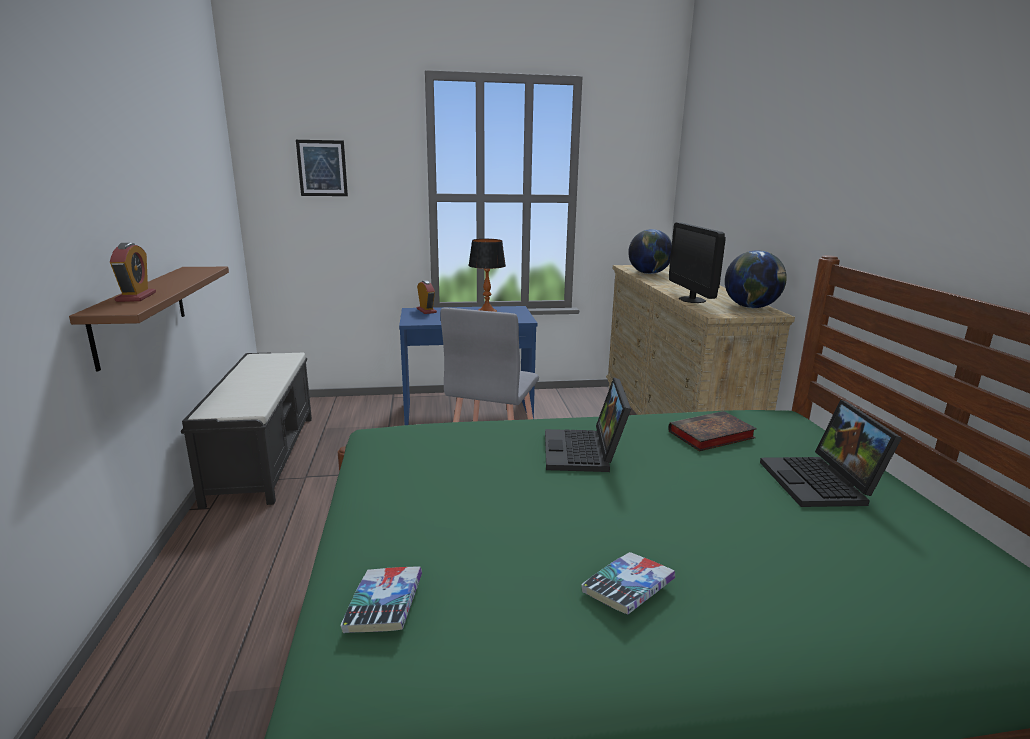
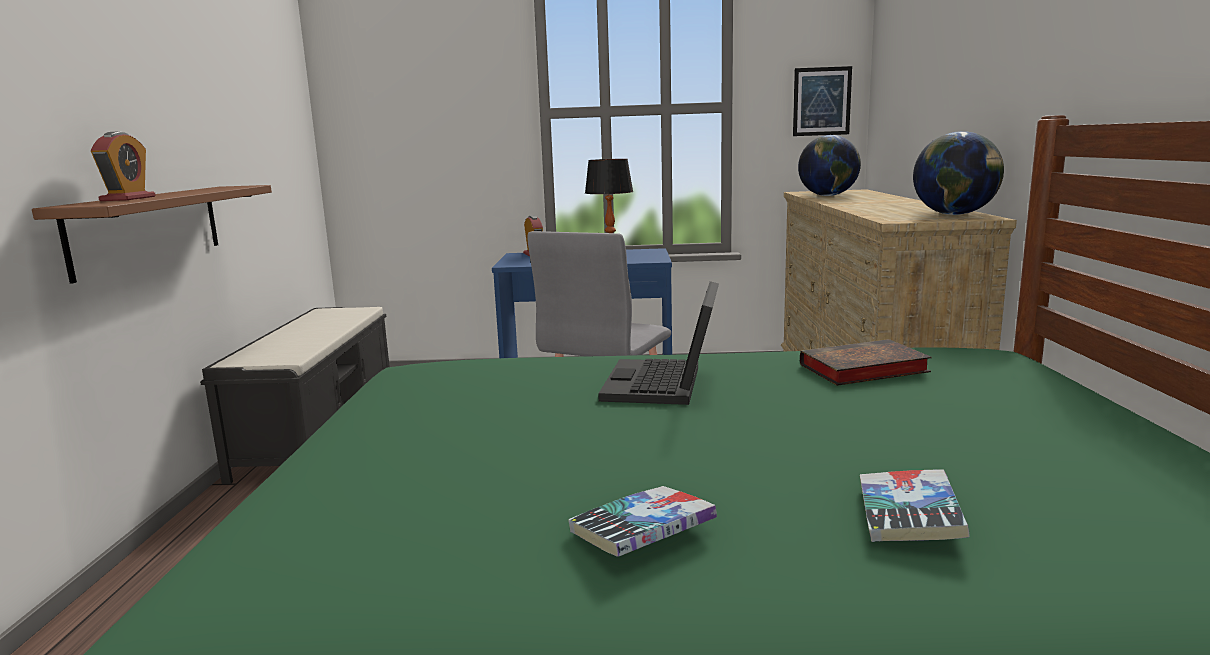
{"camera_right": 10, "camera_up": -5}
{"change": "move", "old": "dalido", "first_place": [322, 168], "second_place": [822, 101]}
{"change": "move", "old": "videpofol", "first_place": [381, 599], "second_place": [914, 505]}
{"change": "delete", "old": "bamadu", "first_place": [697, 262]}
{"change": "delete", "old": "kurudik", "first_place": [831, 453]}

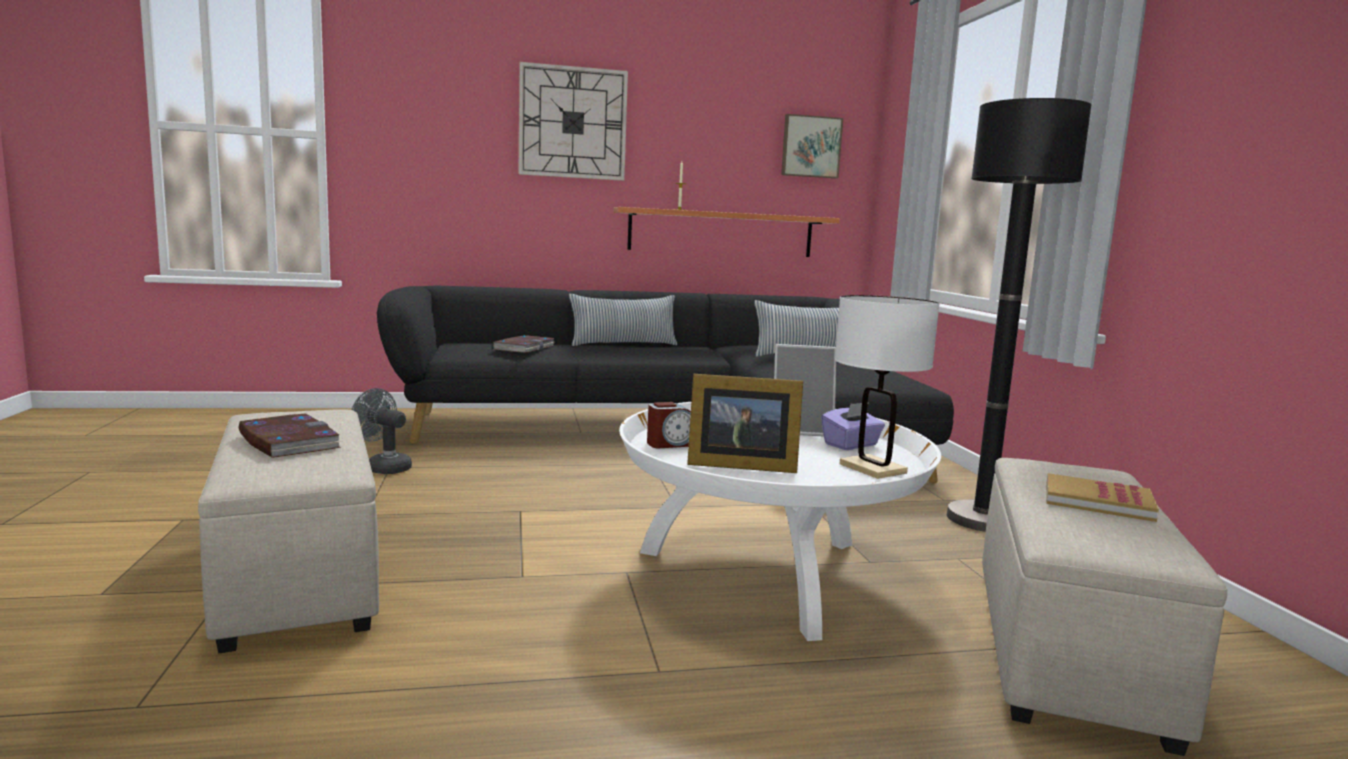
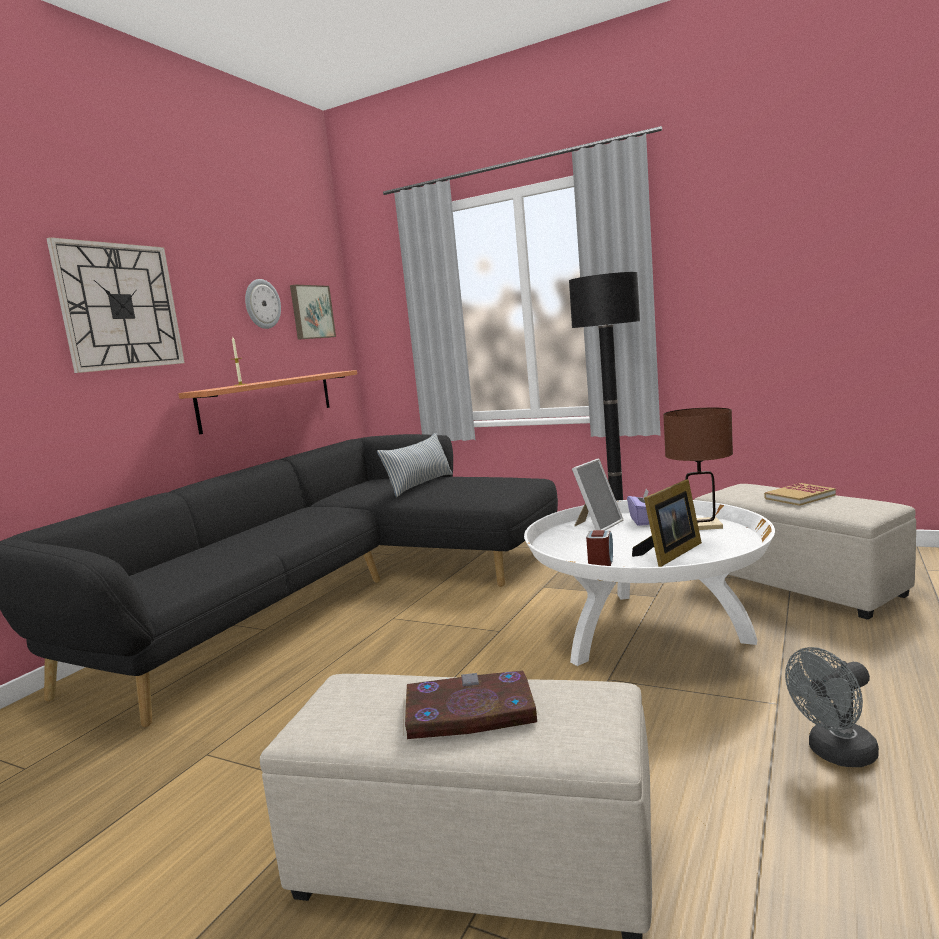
{"camera_right": -50, "camera_up": 0}
{"change": "insert", "new": "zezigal", "second_place": [263, 304]}
{"change": "recolor", "old": "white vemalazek", "new": "brown vemalazek", "first_place": [887, 387], "second_place": [698, 469]}
{"change": "move", "old": "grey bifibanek", "first_place": [382, 431], "second_place": [832, 707]}
{"change": "delete", "old": "videpofol", "first_place": [523, 344]}
{"change": "delete", "old": "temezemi", "first_place": [623, 320]}

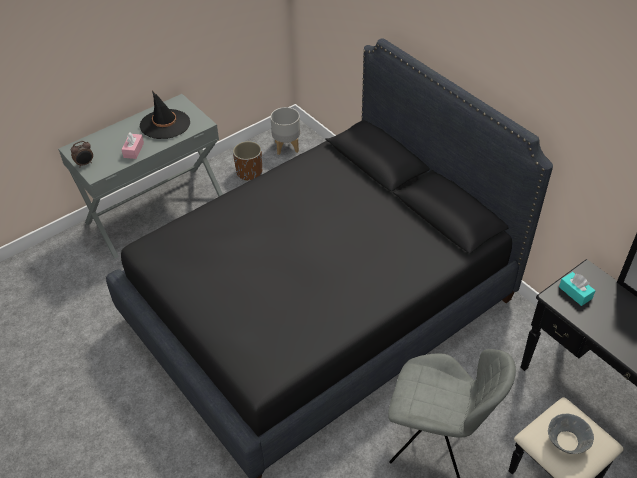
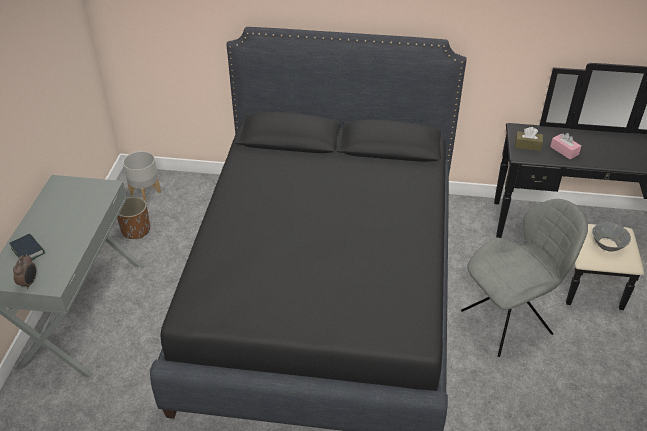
{"camera_right": -45, "camera_up": -5}
{"change": "insert", "new": "videpofol", "second_place": [27, 247]}
{"change": "recolor", "old": "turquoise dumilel", "new": "brown dumilel", "first_place": [577, 289], "second_place": [529, 139]}
{"change": "move", "old": "pink dumilel", "first_place": [132, 145], "second_place": [565, 146]}
{"change": "delete", "old": "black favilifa", "first_place": [165, 115]}

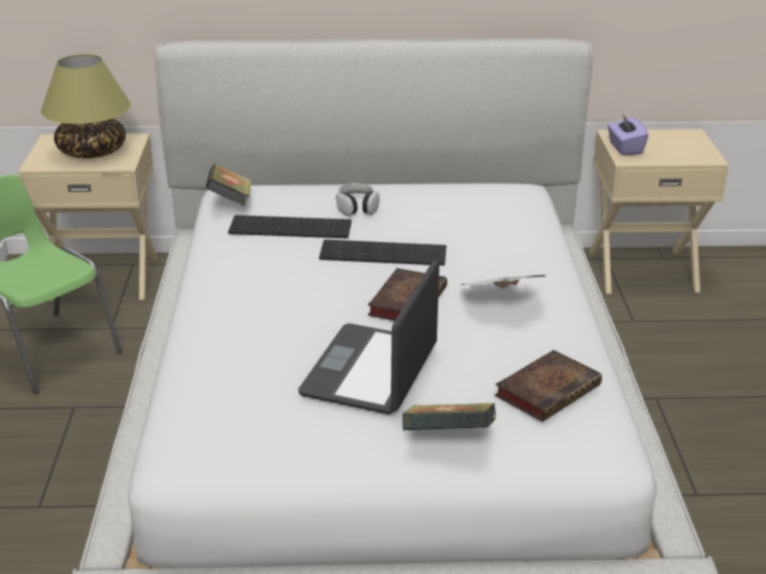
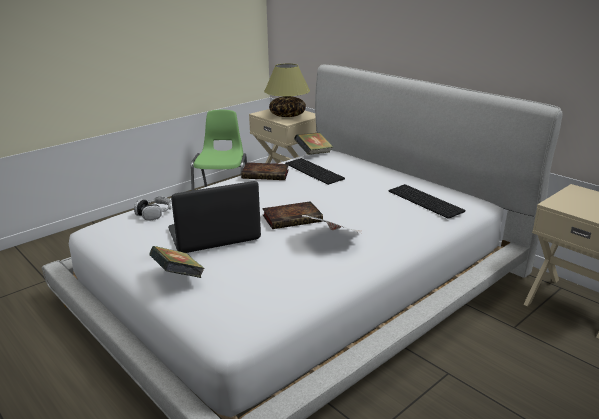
{"camera_right": 50, "camera_up": -5}
{"change": "move", "old": "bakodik", "first_place": [357, 199], "second_place": [153, 209]}
{"change": "move", "old": "videpofol", "first_place": [548, 386], "second_place": [265, 171]}
{"change": "move", "old": "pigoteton", "first_place": [382, 252], "second_place": [427, 201]}
{"change": "delete", "old": "purple dumilel", "first_place": [628, 134]}

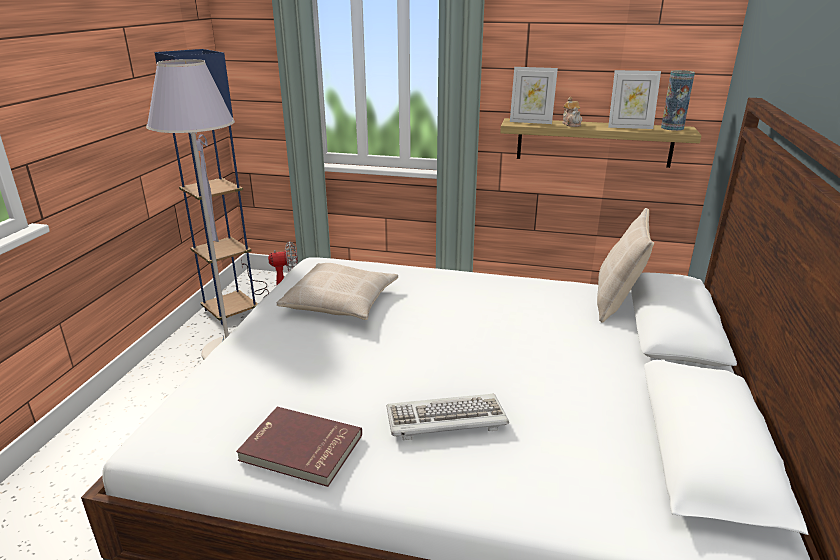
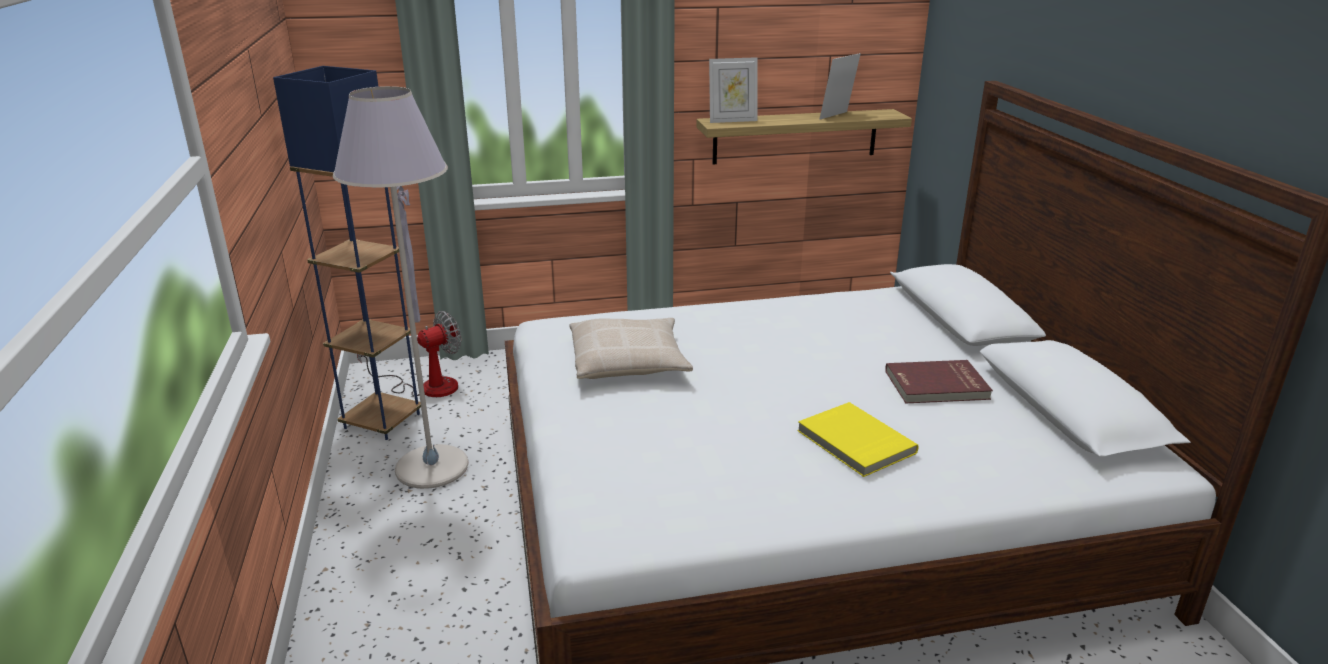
{"camera_right": -25, "camera_up": 0}
{"change": "replace", "old": "pigoteton", "new": "yellow videpofol", "first_place": [447, 417], "second_place": [858, 439]}
{"change": "rotate", "old": "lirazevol", "first_place": [634, 99], "second_place": [840, 86], "degrees": 150}
{"change": "move", "old": "red videpofol", "first_place": [299, 447], "second_place": [939, 381]}
{"change": "delete", "old": "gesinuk", "first_place": [572, 112]}
{"change": "delete", "old": "beige temezemi", "first_place": [625, 265]}
{"change": "delete", "old": "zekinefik", "first_place": [678, 100]}

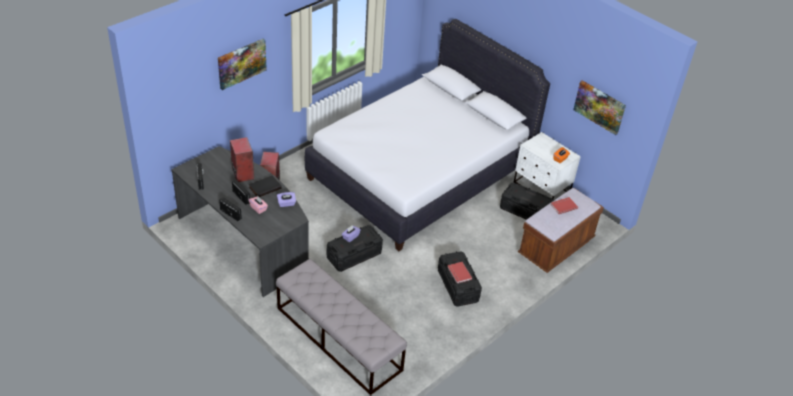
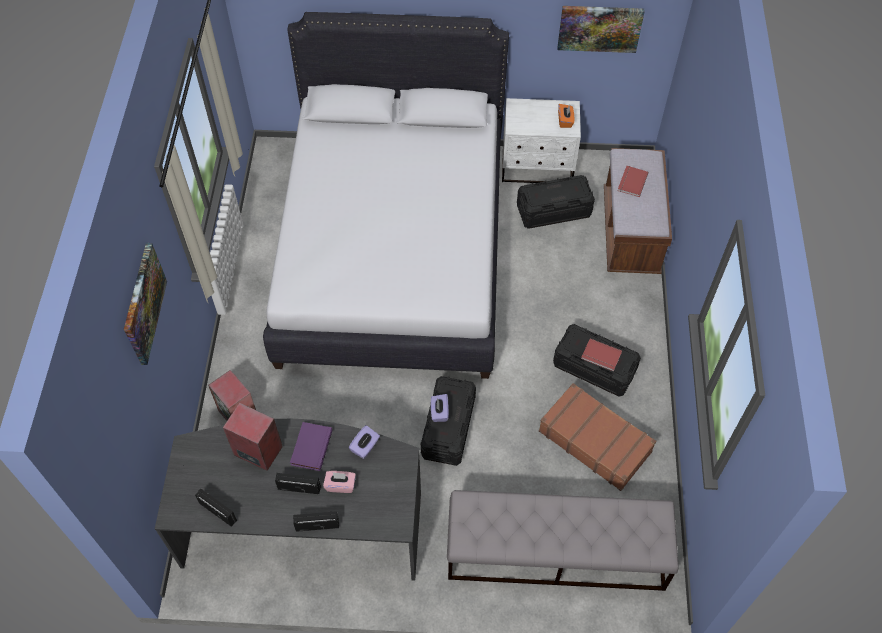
{"camera_right": -40, "camera_up": 15}
{"change": "recolor", "old": "black videpofol", "new": "purple videpofol", "first_place": [265, 186], "second_place": [311, 446]}
{"change": "insert", "new": "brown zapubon", "second_place": [597, 437]}

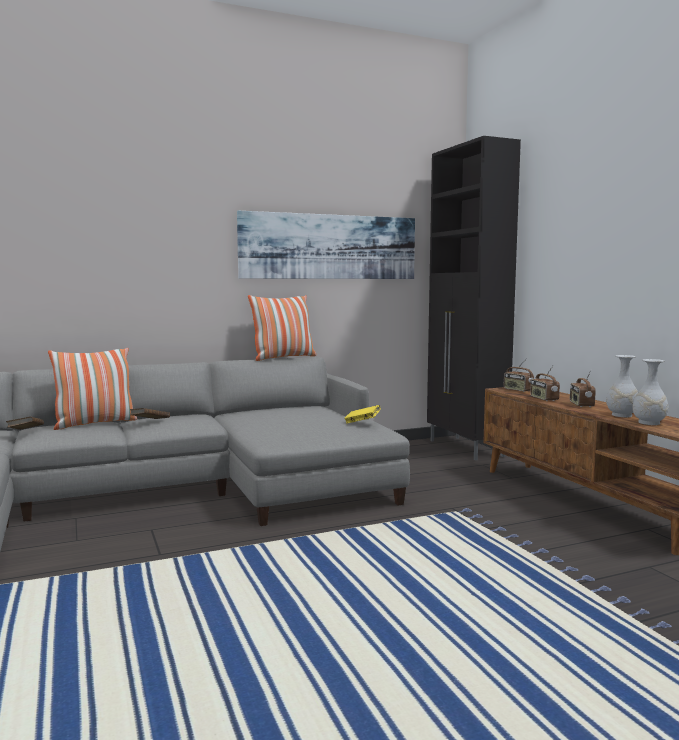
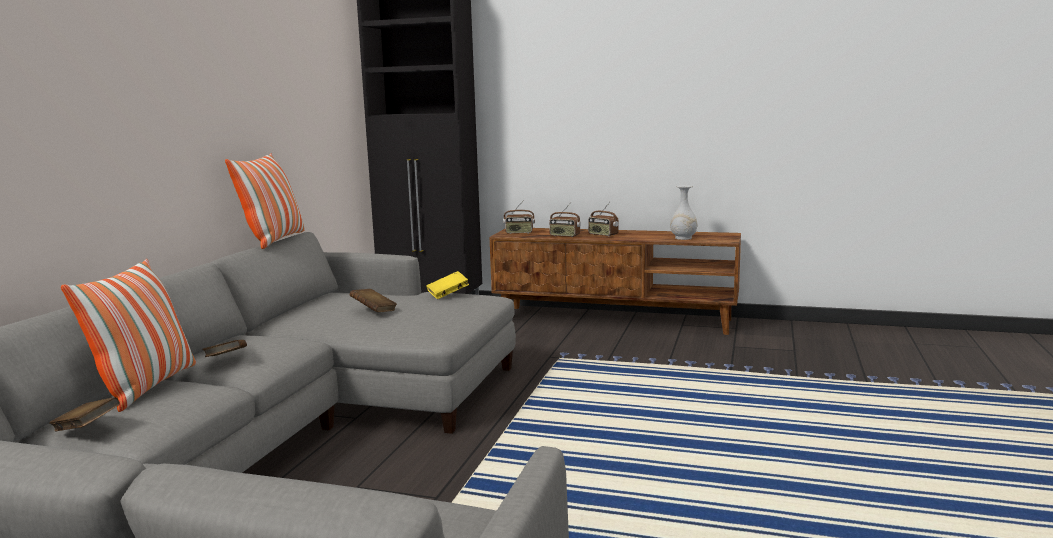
{"camera_right": -50, "camera_up": 5}
{"change": "insert", "new": "brown videpofol", "second_place": [373, 300]}
{"change": "delete", "old": "dalido", "first_place": [326, 245]}
{"change": "delete", "old": "white zekinefik", "first_place": [622, 386]}

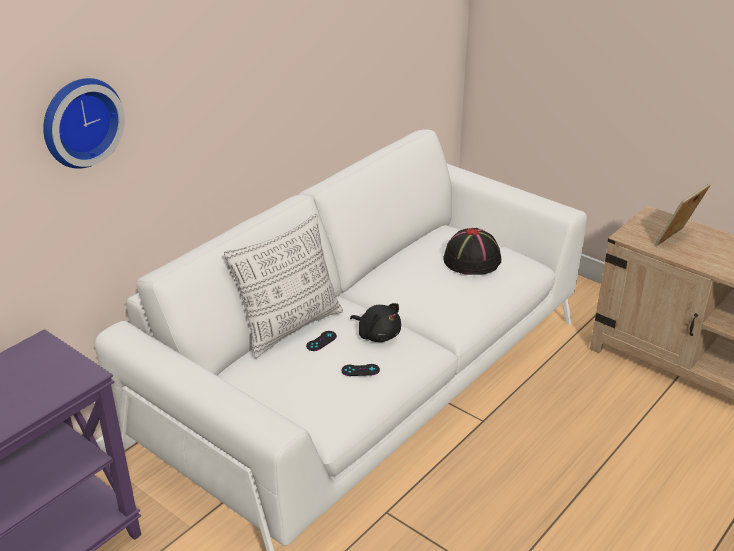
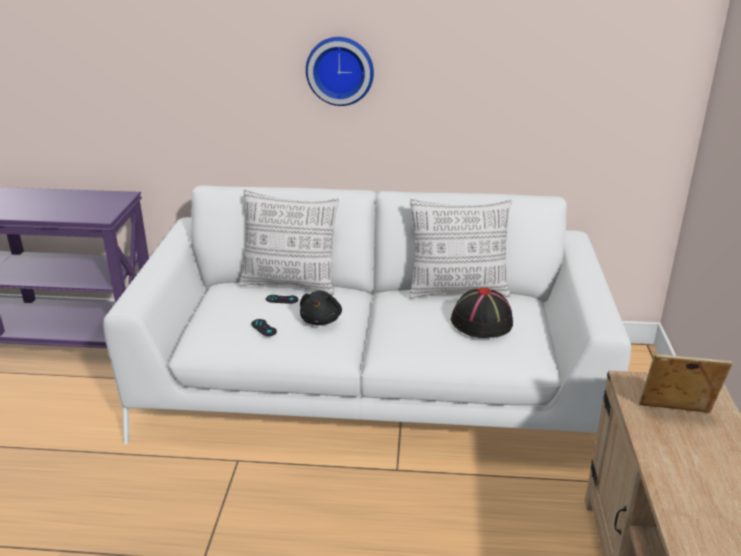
{"camera_right": 55, "camera_up": -5}
{"change": "move", "old": "zezigal", "first_place": [84, 123], "second_place": [340, 71]}
{"change": "insert", "new": "temezemi", "second_place": [460, 248]}

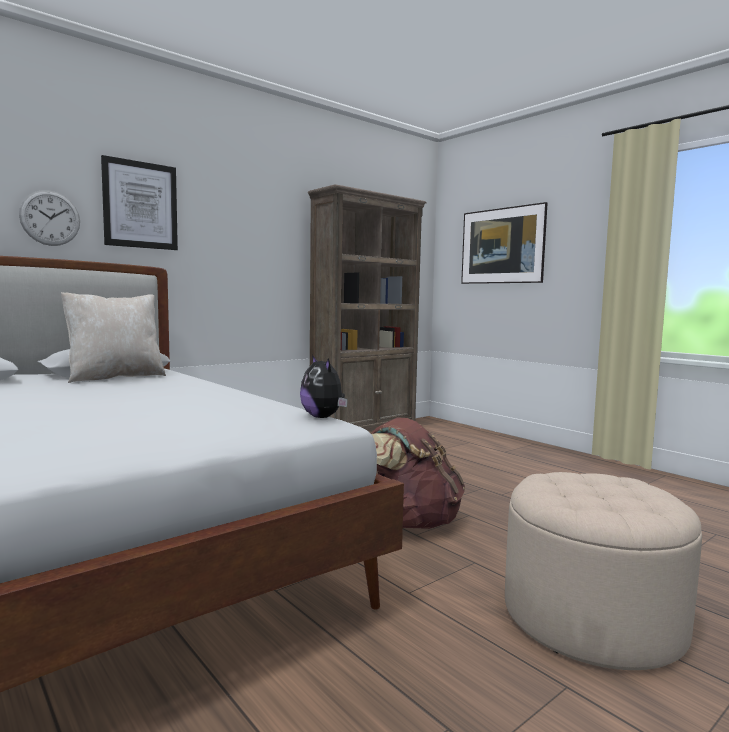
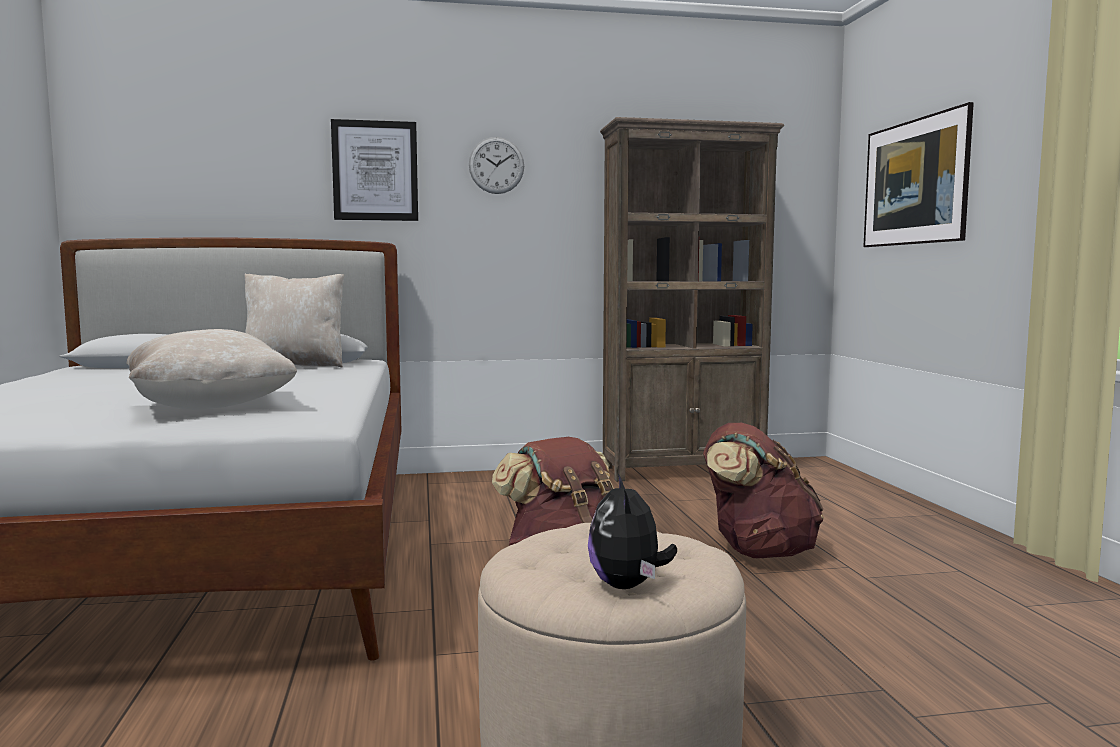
{"camera_right": 30, "camera_up": 0}
{"change": "insert", "new": "beige temezemi", "second_place": [211, 369]}
{"change": "move", "old": "zezigal", "first_place": [49, 218], "second_place": [496, 165]}
{"change": "move", "old": "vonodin", "first_place": [324, 386], "second_place": [632, 531]}
{"change": "insert", "new": "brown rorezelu", "second_place": [763, 490]}

